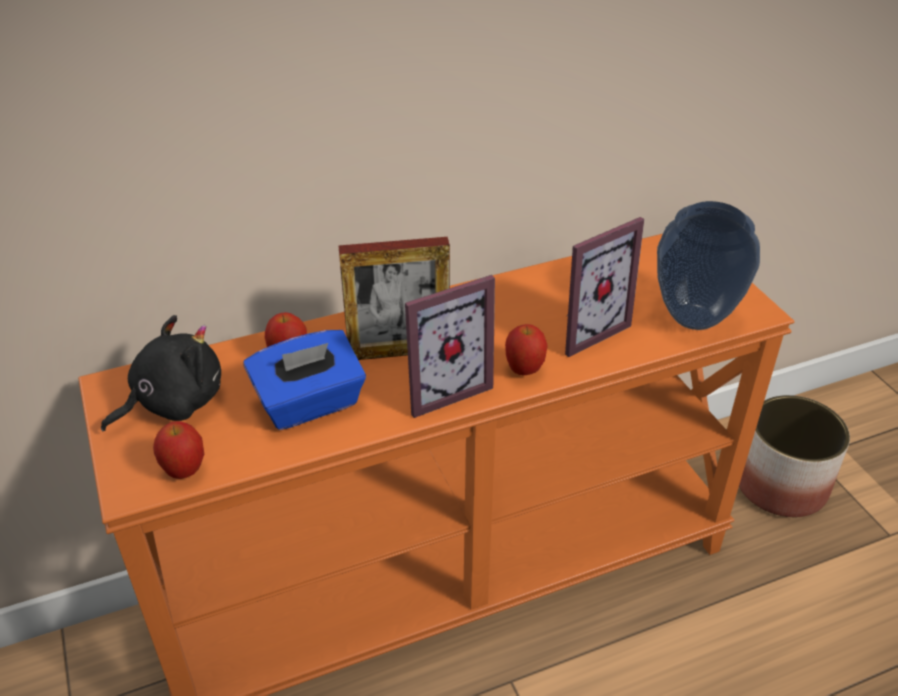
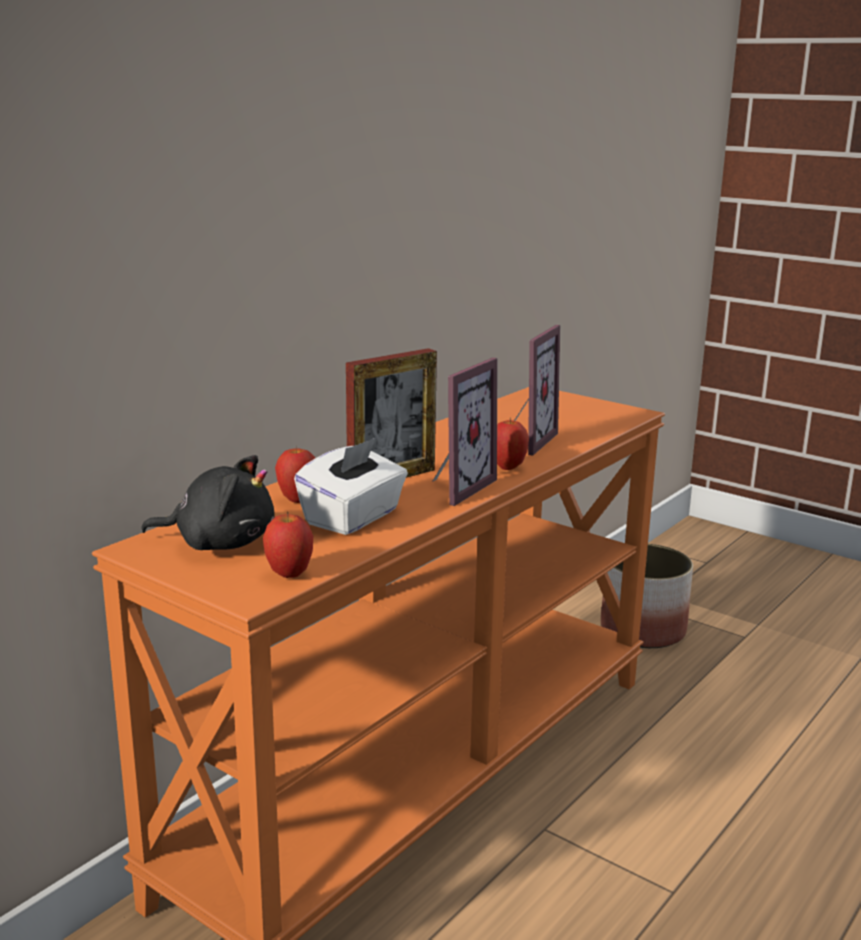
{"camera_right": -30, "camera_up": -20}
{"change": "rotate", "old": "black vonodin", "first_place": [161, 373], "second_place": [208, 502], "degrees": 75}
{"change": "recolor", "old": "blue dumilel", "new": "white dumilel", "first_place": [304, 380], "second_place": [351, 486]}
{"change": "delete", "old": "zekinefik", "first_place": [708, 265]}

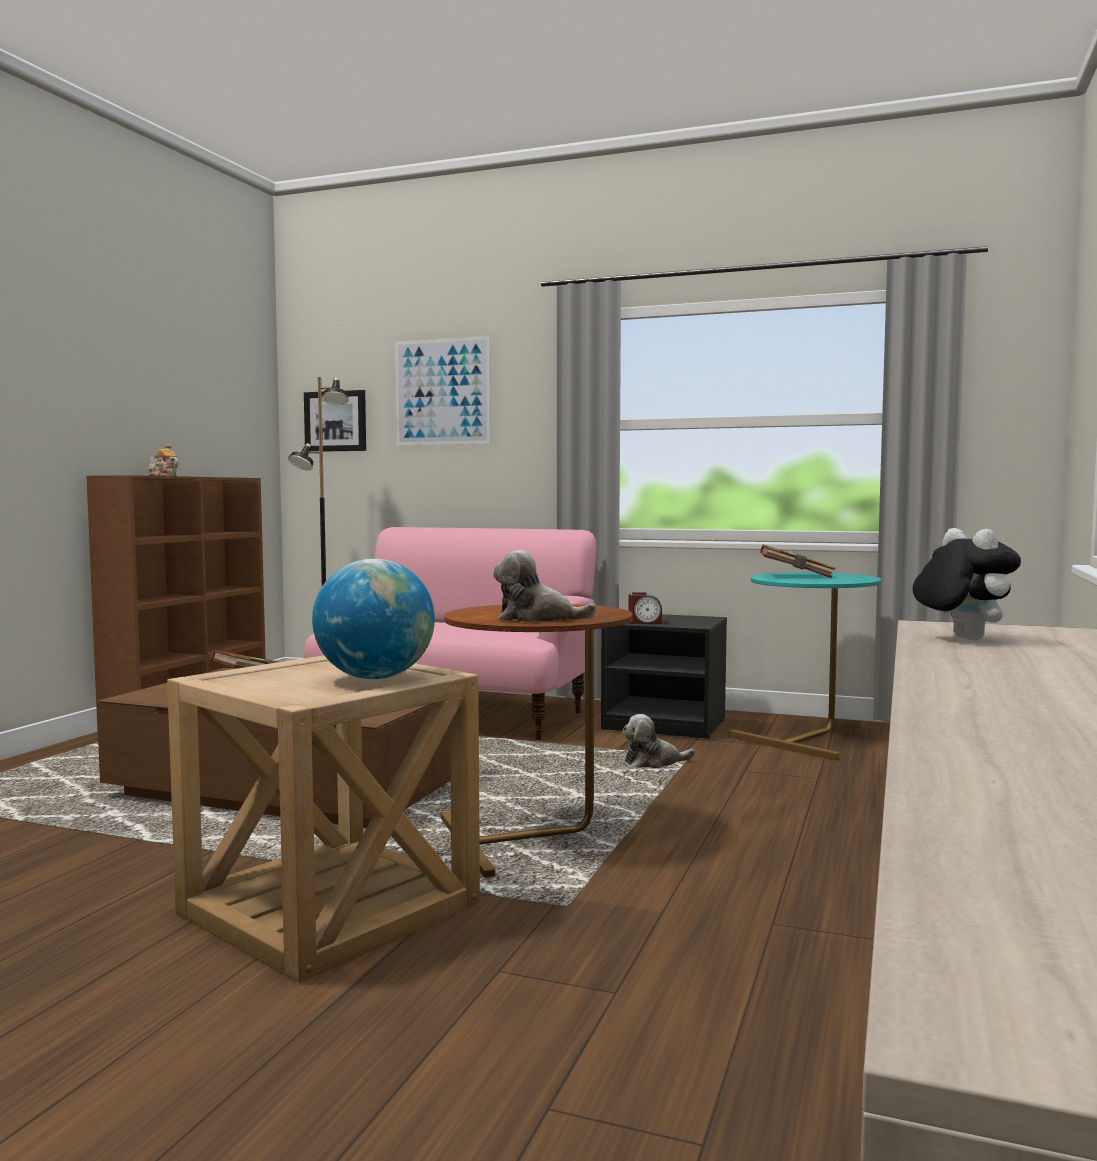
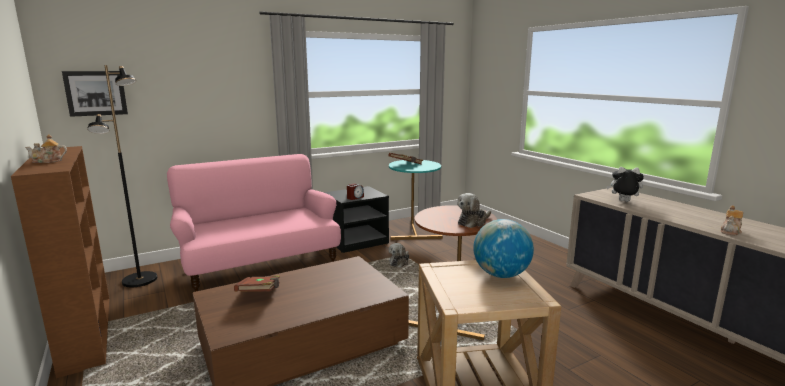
{"camera_right": -50, "camera_up": 10}
{"change": "insert", "new": "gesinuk", "second_place": [732, 220]}
{"change": "delete", "old": "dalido", "first_place": [443, 391]}

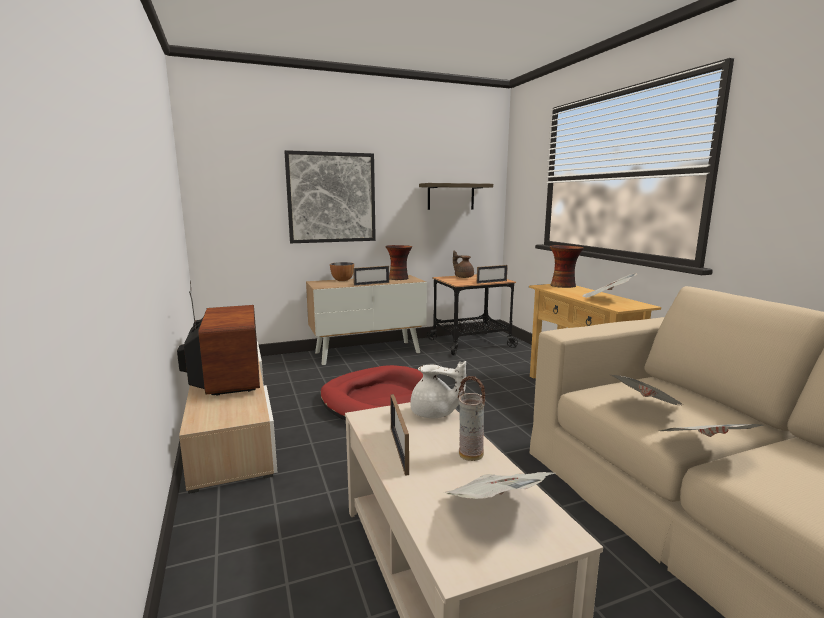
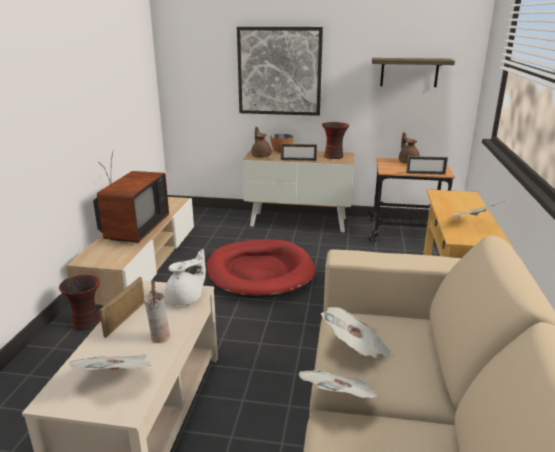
{"camera_right": 30, "camera_up": 10}
{"change": "move", "old": "zekinefik", "first_place": [567, 266], "second_place": [80, 302]}
{"change": "rotate", "old": "white gesinuk", "first_place": [438, 389], "second_place": [185, 277], "degrees": -90}
{"change": "insert", "new": "brown gesinuk", "second_place": [262, 142]}

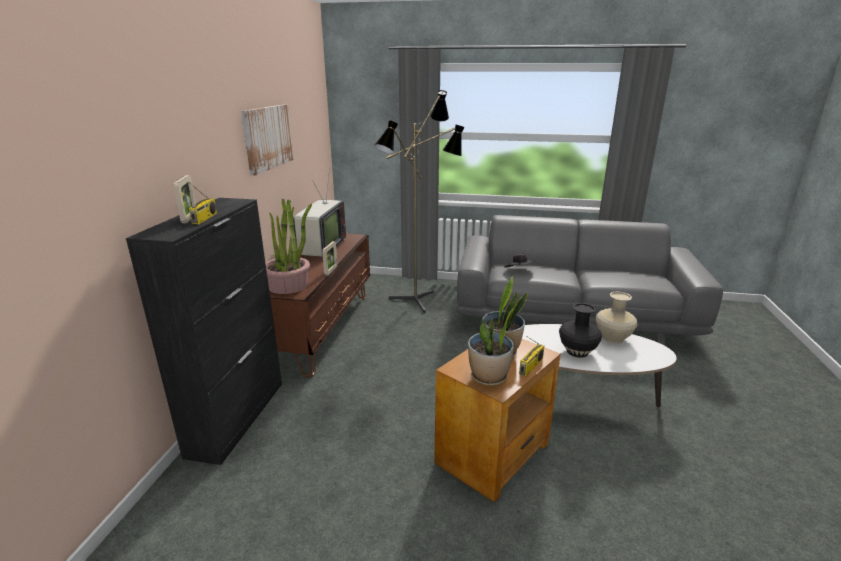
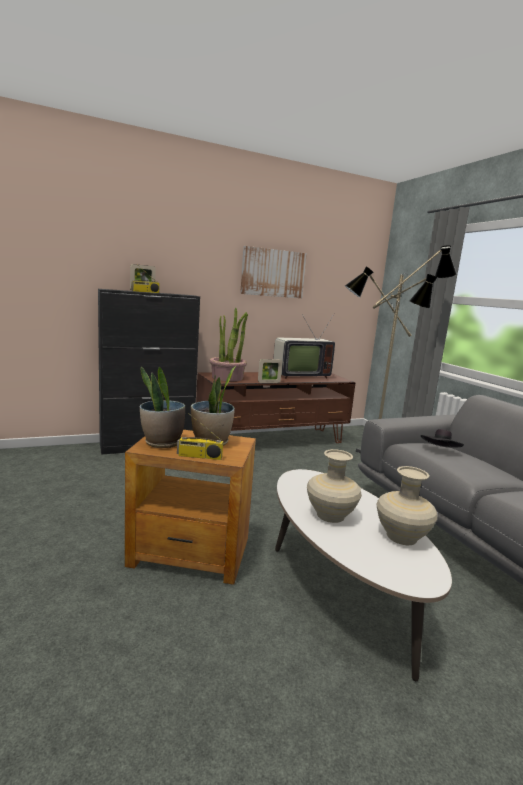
{"camera_right": 55, "camera_up": -10}
{"change": "recolor", "old": "black zekinefik", "new": "beige zekinefik", "first_place": [580, 330], "second_place": [334, 486]}

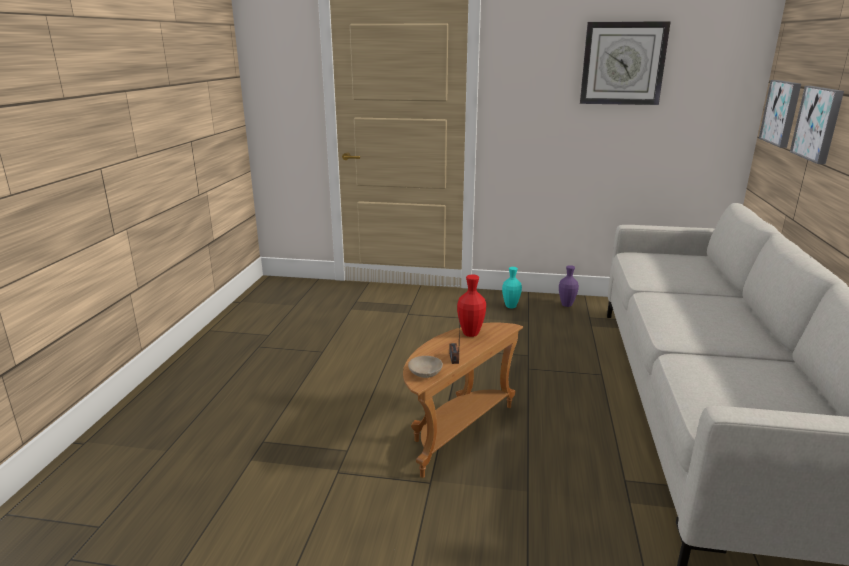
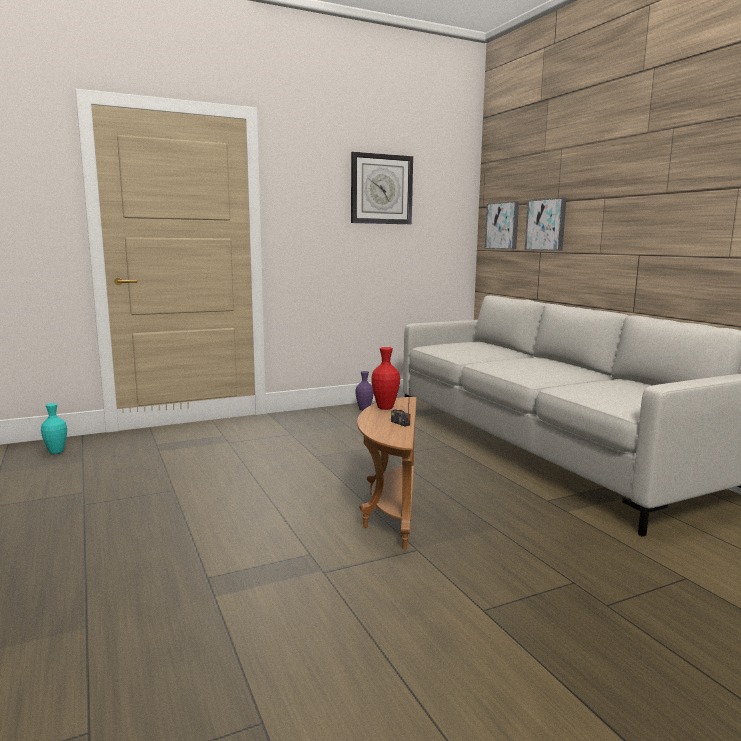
{"camera_right": -35, "camera_up": -10}
{"change": "move", "old": "turquoise zekinefik", "first_place": [512, 288], "second_place": [54, 428]}
{"change": "delete", "old": "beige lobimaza", "first_place": [425, 367]}

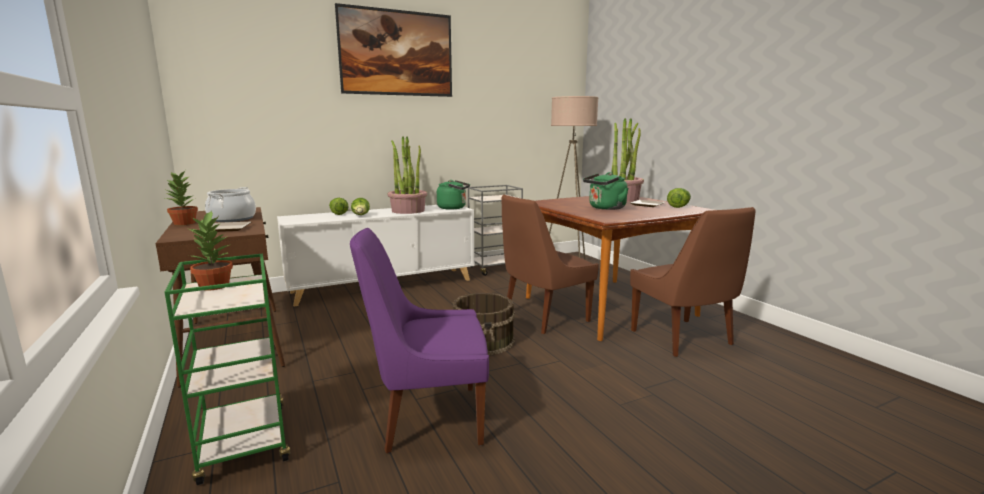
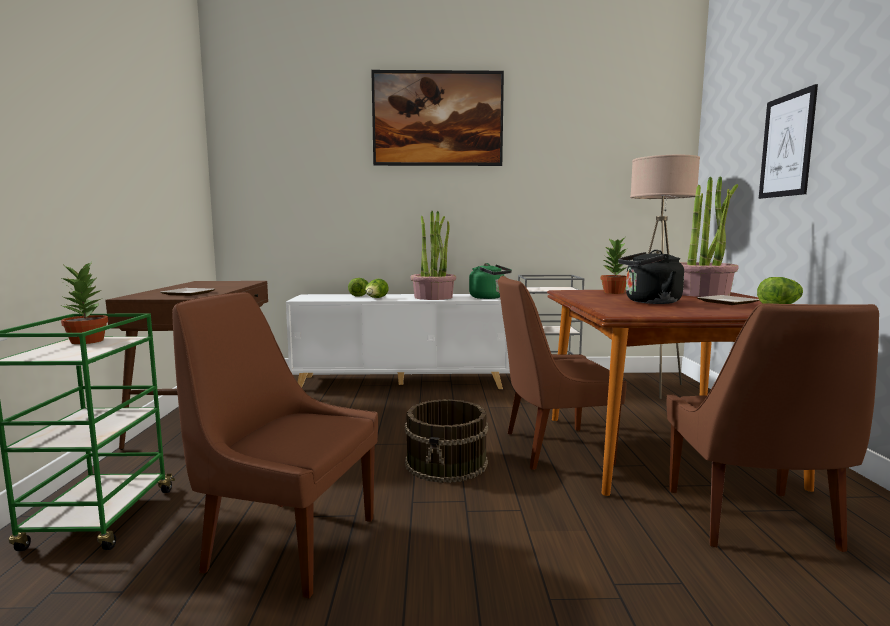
{"camera_right": 25, "camera_up": -5}
{"change": "recolor", "old": "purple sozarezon", "new": "brown sozarezon", "first_place": [419, 340], "second_place": [275, 445]}
{"change": "move", "old": "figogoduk", "first_place": [181, 198], "second_place": [614, 266]}
{"change": "recolor", "old": "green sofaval", "new": "black sofaval", "first_place": [606, 191], "second_place": [651, 277]}
{"change": "insert", "new": "dalido", "second_place": [788, 141]}
{"change": "delete", "old": "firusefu", "first_place": [230, 204]}

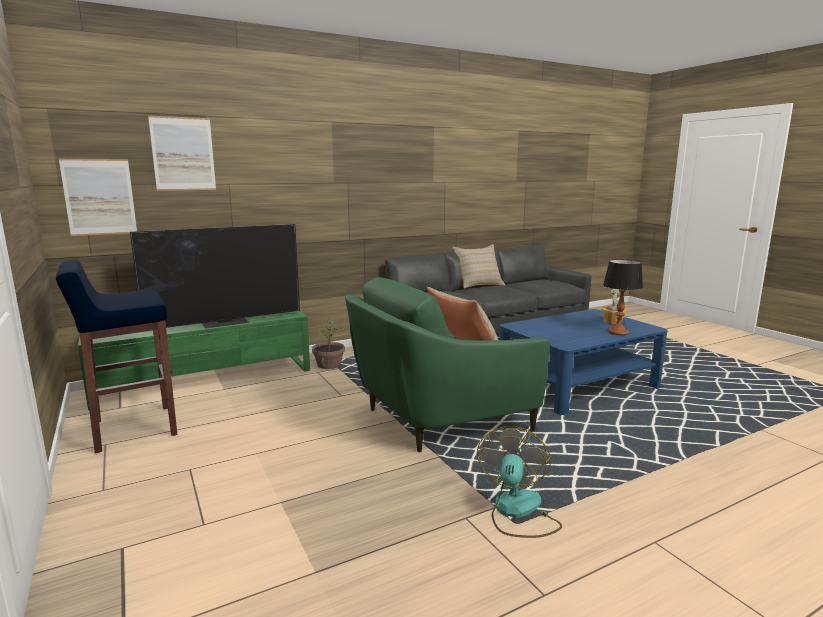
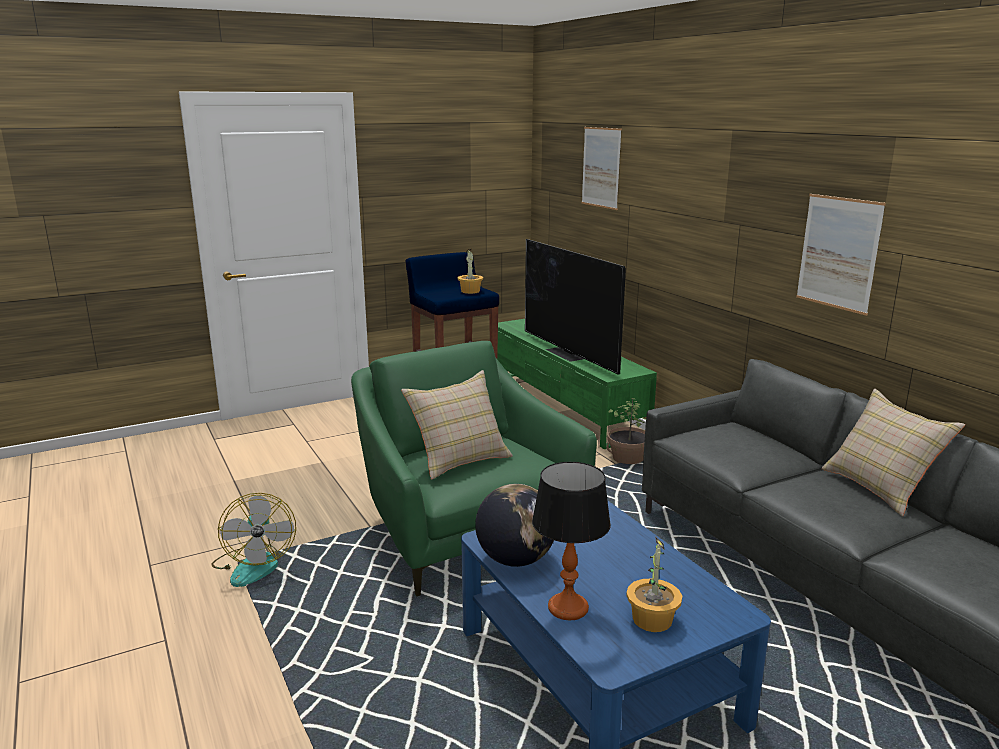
{"camera_right": 90, "camera_up": 5}
{"change": "rotate", "old": "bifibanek", "first_place": [519, 482], "second_place": [253, 540], "degrees": 60}
{"change": "insert", "new": "figogoduk", "second_place": [470, 271]}
{"change": "insert", "new": "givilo", "second_place": [514, 525]}
{"change": "move", "old": "dalido", "first_place": [98, 197], "second_place": [841, 255]}

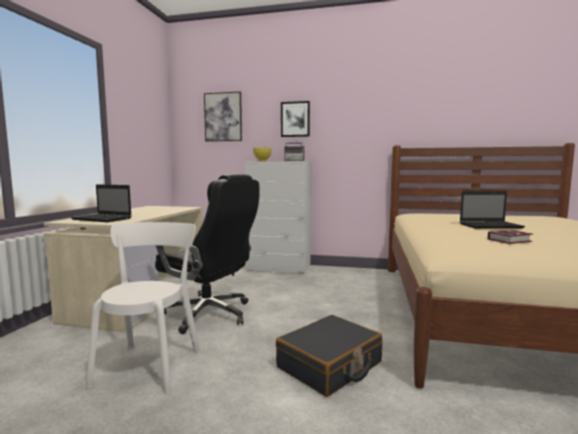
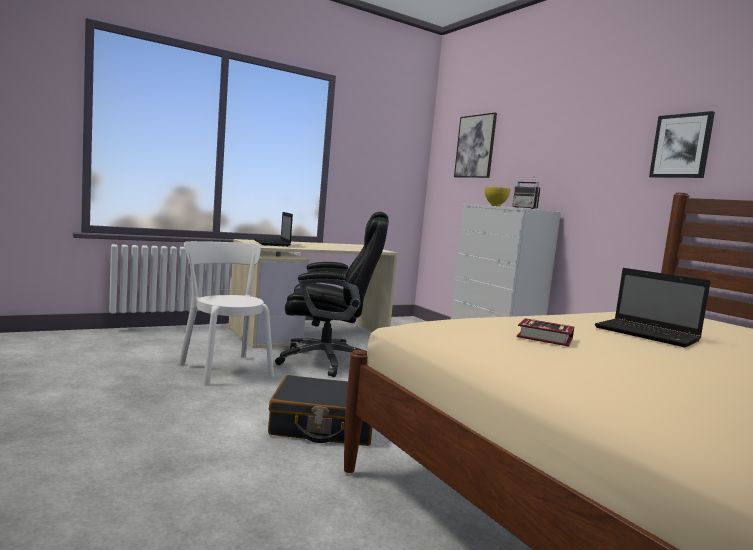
{"camera_right": 45, "camera_up": 0}
{"change": "rotate", "old": "white sozarezon", "first_place": [143, 308], "second_place": [226, 313], "degrees": -90}
{"change": "rotate", "old": "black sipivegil", "first_place": [207, 254], "second_place": [332, 294], "degrees": -75}
{"change": "move", "old": "dalido", "first_place": [295, 119], "second_place": [682, 144]}

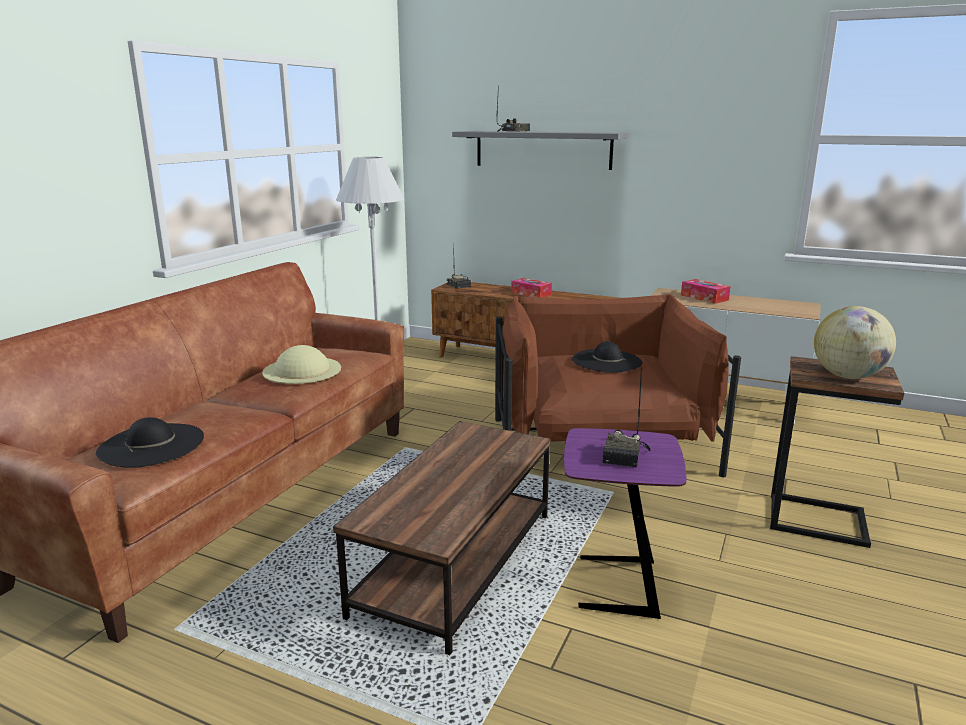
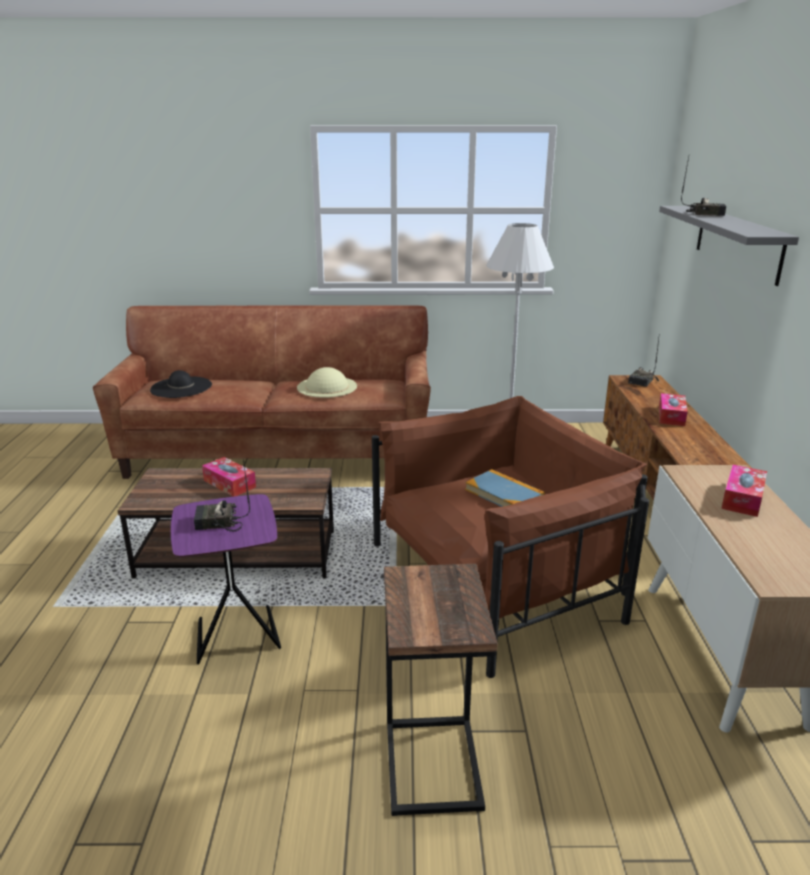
{"camera_right": 65, "camera_up": 5}
{"change": "insert", "new": "dumilel", "second_place": [229, 477]}
{"change": "replace", "old": "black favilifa", "new": "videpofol", "first_place": [607, 357], "second_place": [505, 488]}
{"change": "delete", "old": "givilo", "first_place": [855, 342]}

